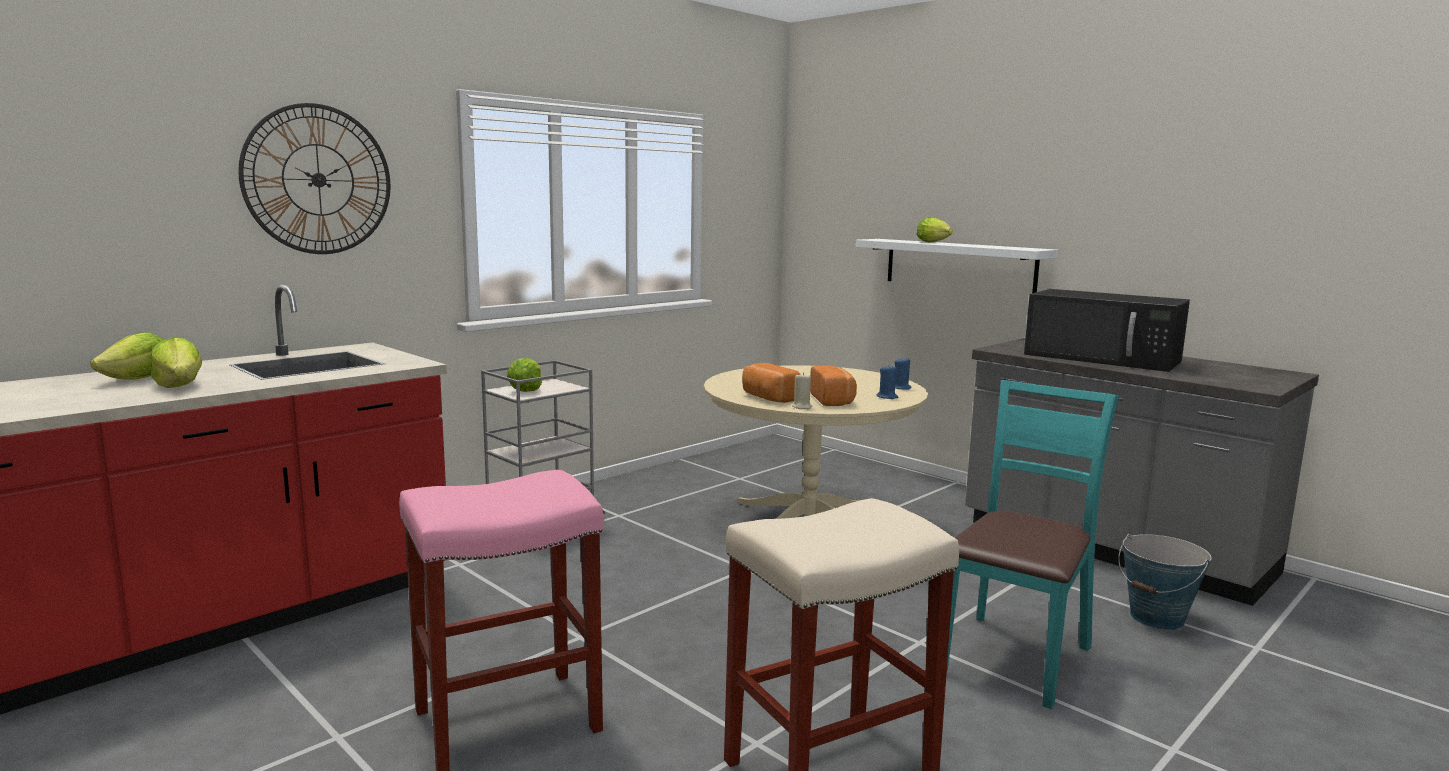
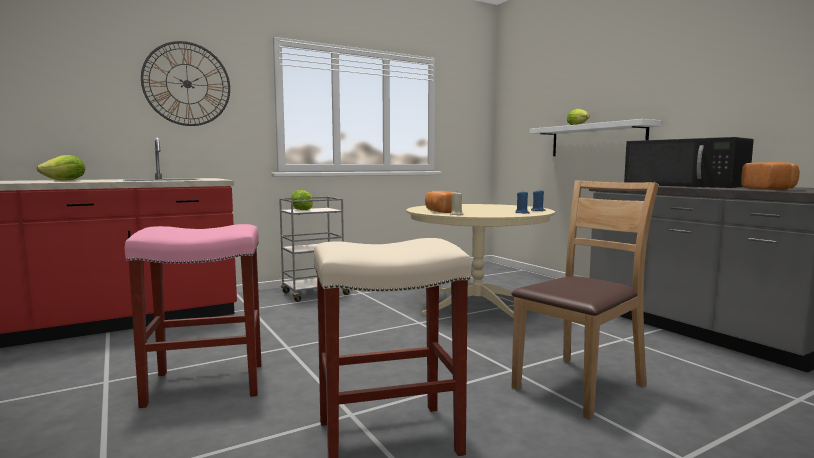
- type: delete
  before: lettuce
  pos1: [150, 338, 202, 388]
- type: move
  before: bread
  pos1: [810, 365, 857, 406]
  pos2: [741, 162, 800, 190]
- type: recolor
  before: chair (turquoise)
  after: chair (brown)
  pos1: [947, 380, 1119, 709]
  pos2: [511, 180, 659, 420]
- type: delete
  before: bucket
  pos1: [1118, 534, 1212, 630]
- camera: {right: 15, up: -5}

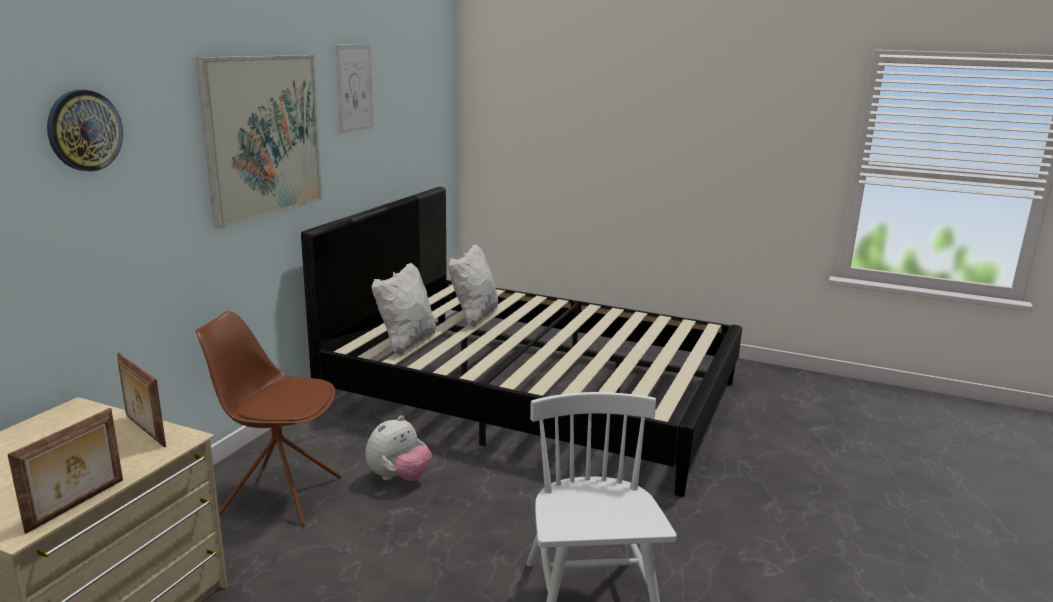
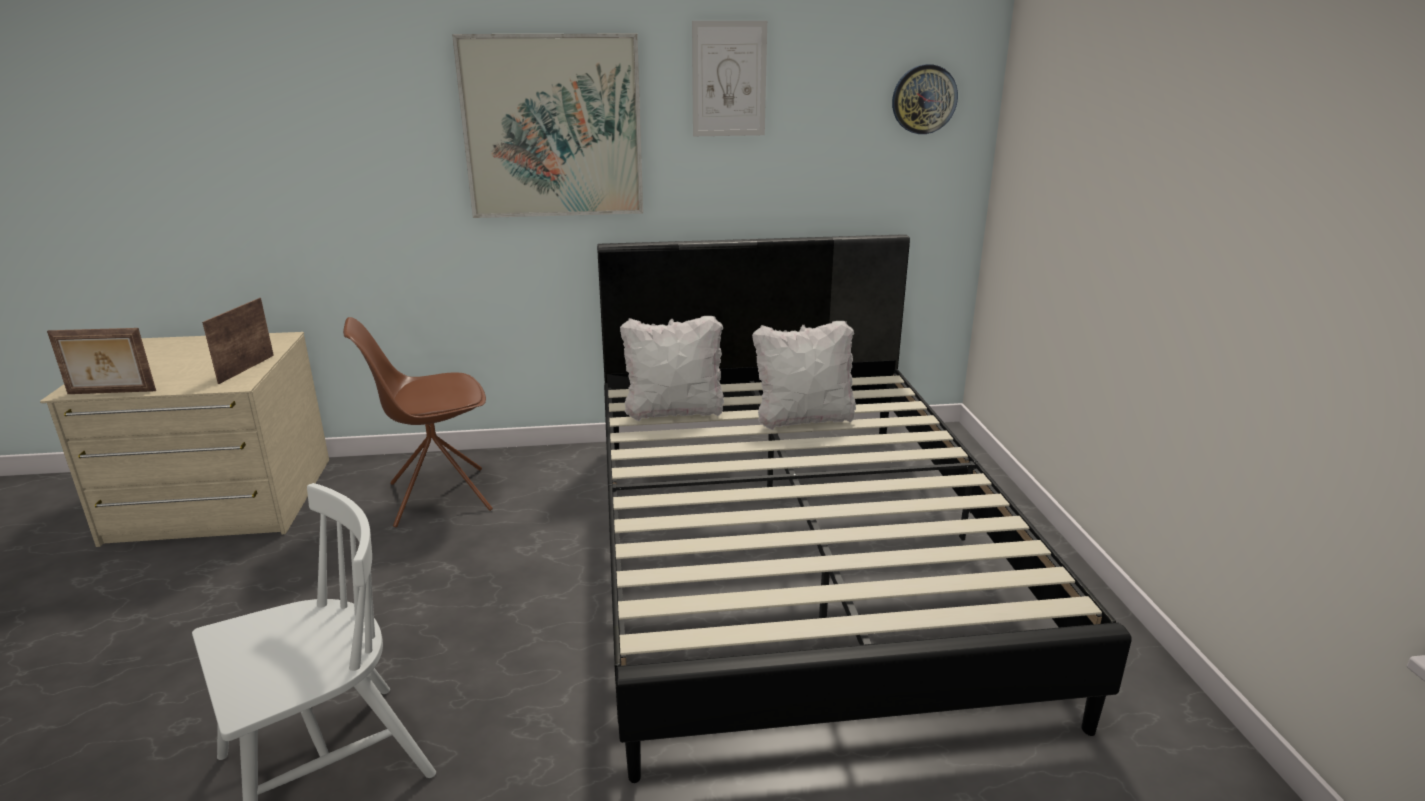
- type: move
  before: wall clock
  pos1: [47, 90, 123, 172]
  pos2: [892, 64, 958, 134]
- type: rotate
  before: chair (brown)
  pos1: [196, 311, 342, 526]
  pos2: [343, 317, 493, 528]
  turn: -90
- type: delete
  before: plush toy
  pos1: [365, 415, 432, 481]
- camera: {right: 60, up: 5}

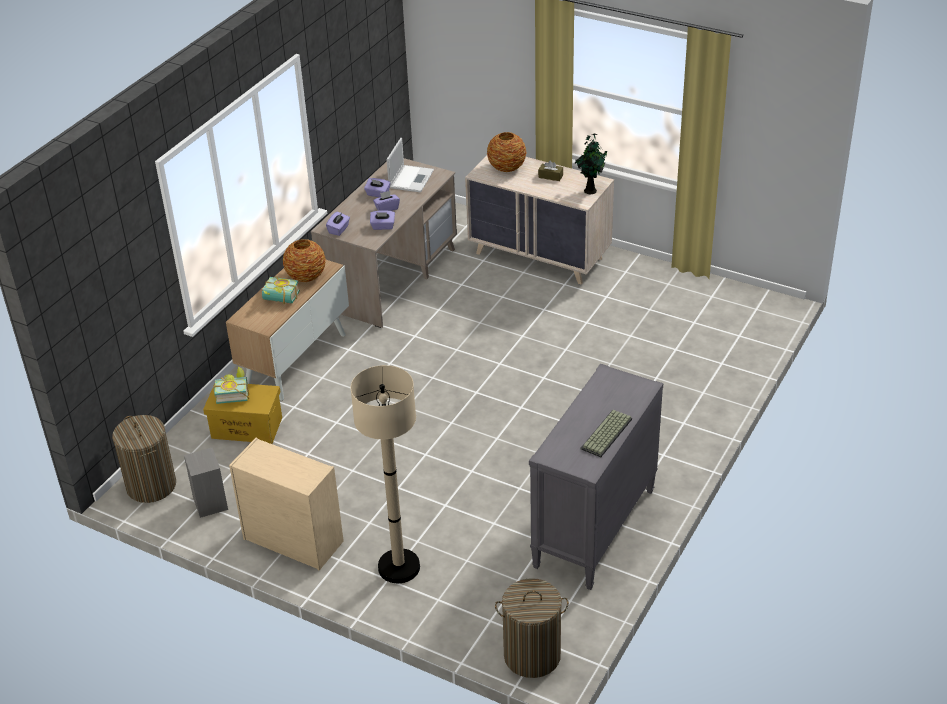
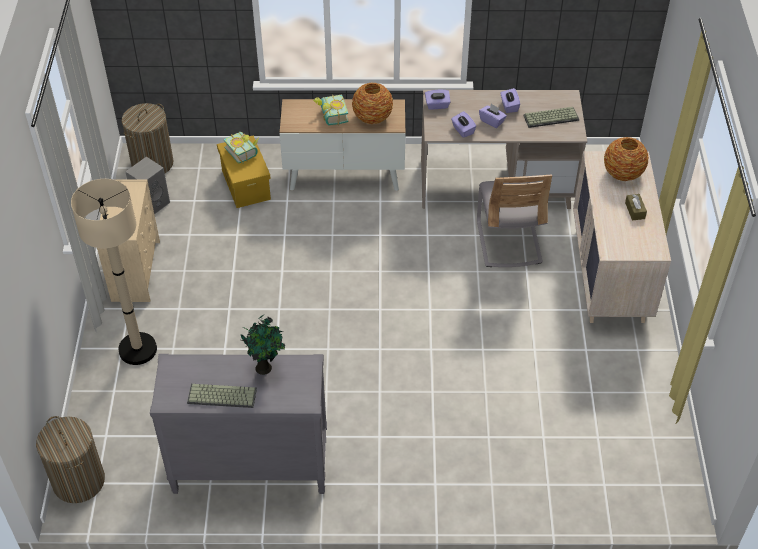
- type: move
  before: potted plant
  pos1: [575, 134, 608, 194]
  pos2: [241, 314, 285, 375]
- type: replace
  before: laptop
  after: keyboard
  pos1: [386, 138, 434, 193]
  pos2: [523, 107, 579, 128]
- type: insert
  after: chair (grey)
  pos2: [477, 174, 552, 267]
- camera: {right: 60, up: 10}

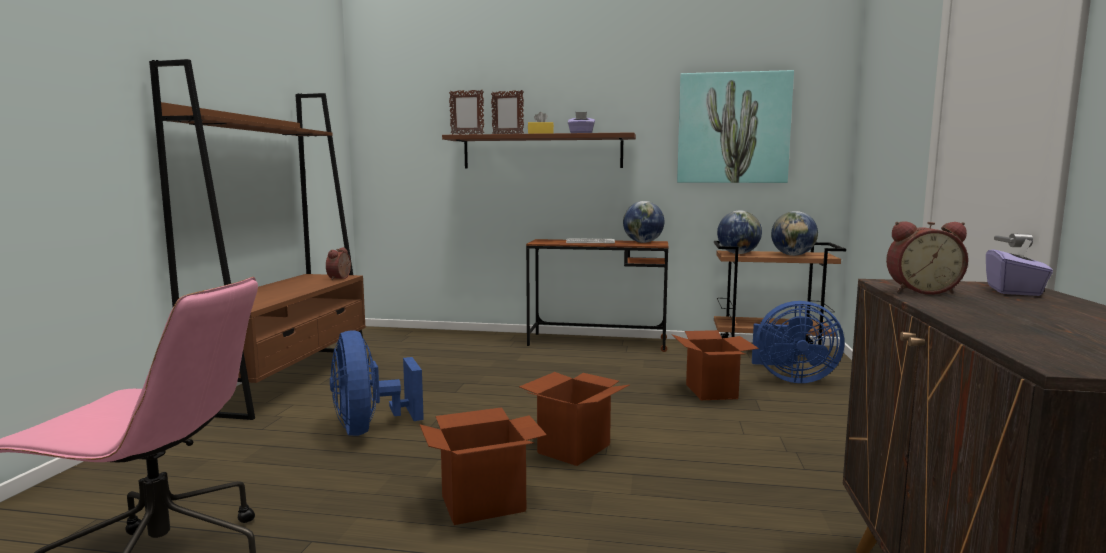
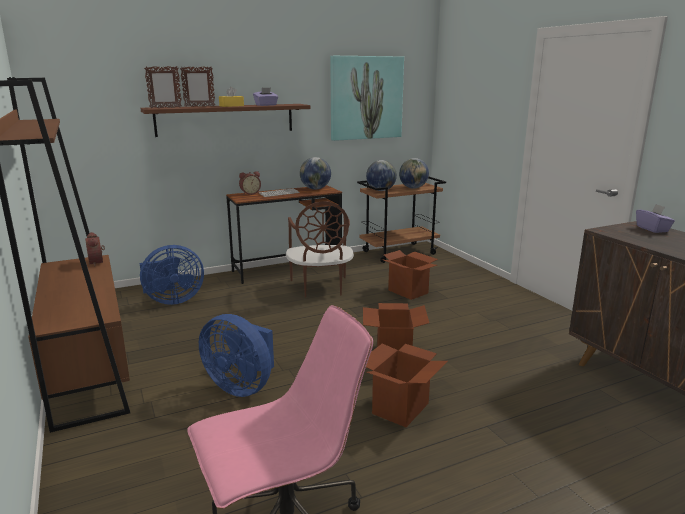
- type: move
  before: alarm clock
  pos1: [886, 221, 968, 295]
  pos2: [239, 171, 261, 195]
- type: move
  before: fan (blue)
  pos1: [752, 301, 845, 383]
  pos2: [140, 245, 204, 305]
- type: insert
  after: chair (brown)
  pos2: [286, 201, 354, 298]
- camera: {right: -35, up: 10}

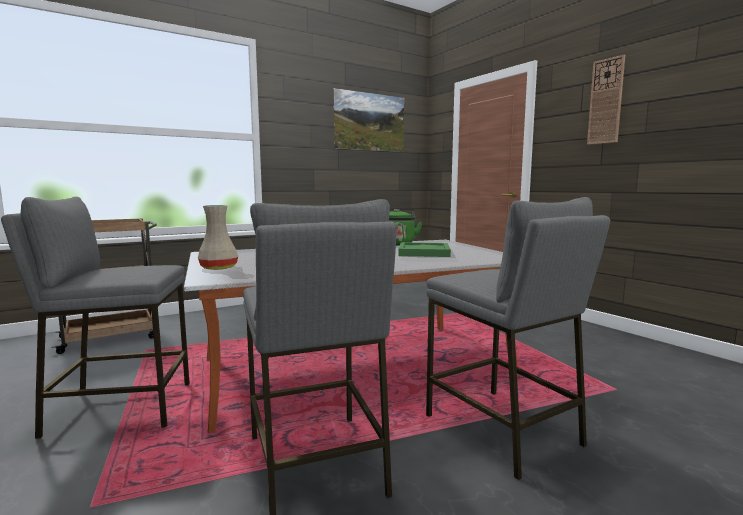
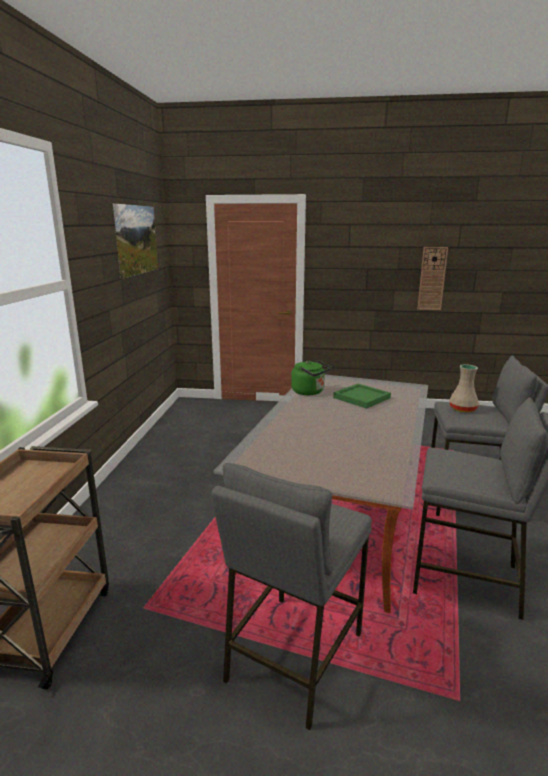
- type: move
  before: wall clock
  pos1: [587, 55, 625, 145]
  pos2: [418, 247, 448, 310]
- type: move
  before: vase (beige)
  pos1: [198, 205, 238, 270]
  pos2: [449, 364, 479, 413]
- camera: {right: -50, up: 10}

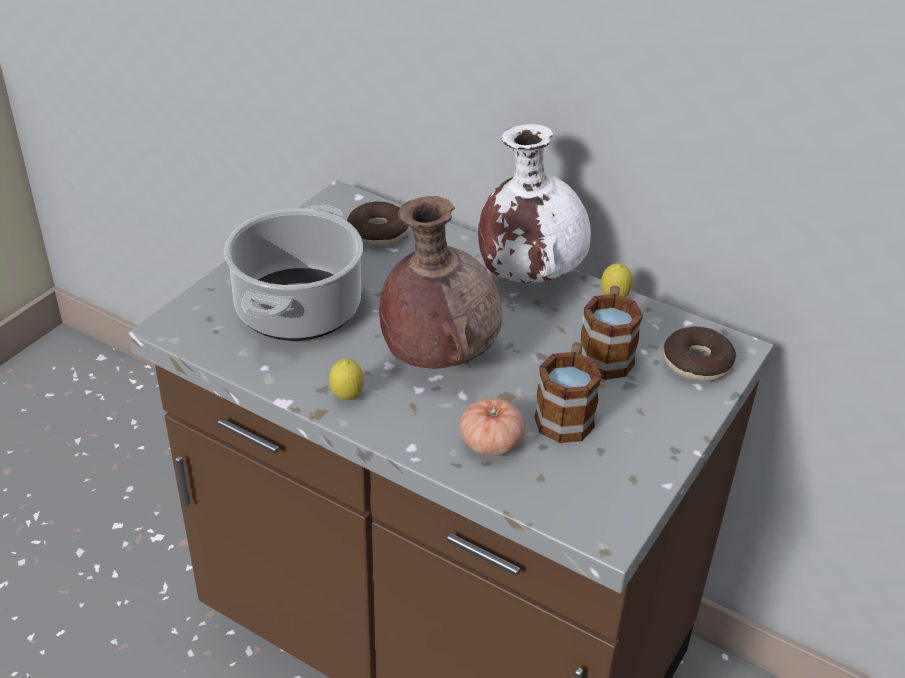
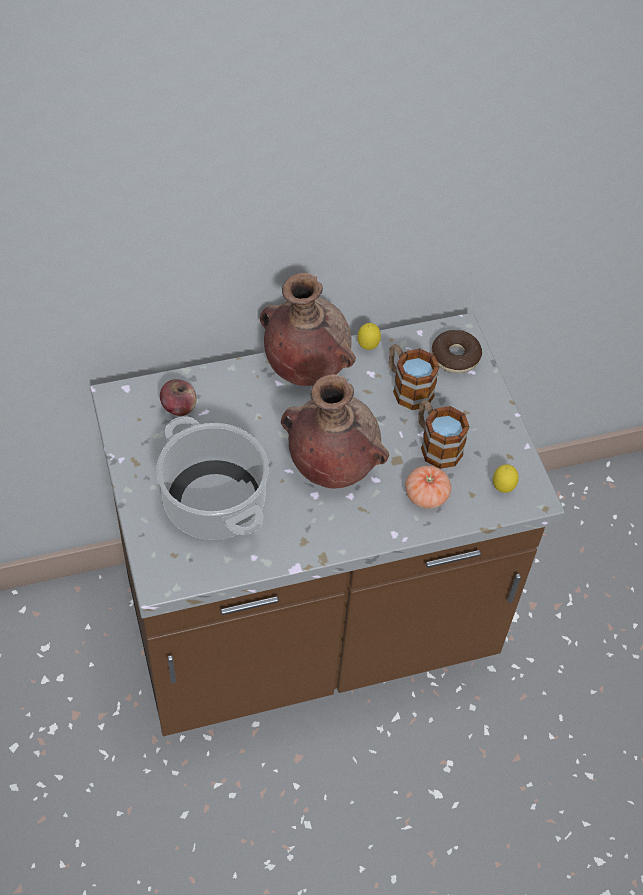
- type: recolor
  before: vase (white)
  after: vase (brown)
  pos1: [478, 124, 591, 283]
  pos2: [260, 273, 356, 386]
- type: replace
  before: donut
  after: apple
  pos1: [347, 201, 409, 246]
  pos2: [160, 379, 197, 416]
- type: move
  before: lemon
  pos1: [329, 359, 364, 400]
  pos2: [493, 464, 519, 493]
- camera: {right: -50, up: 15}

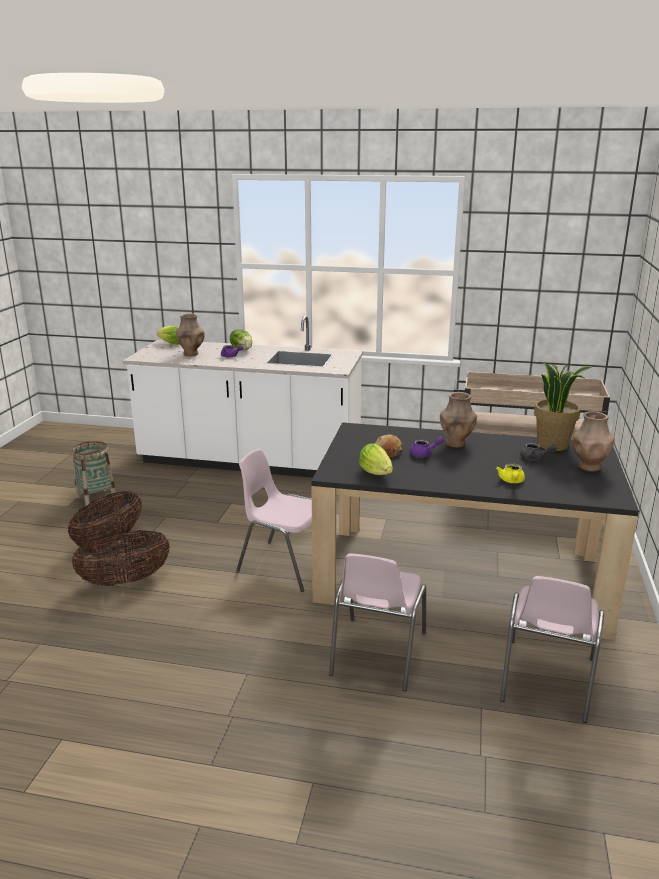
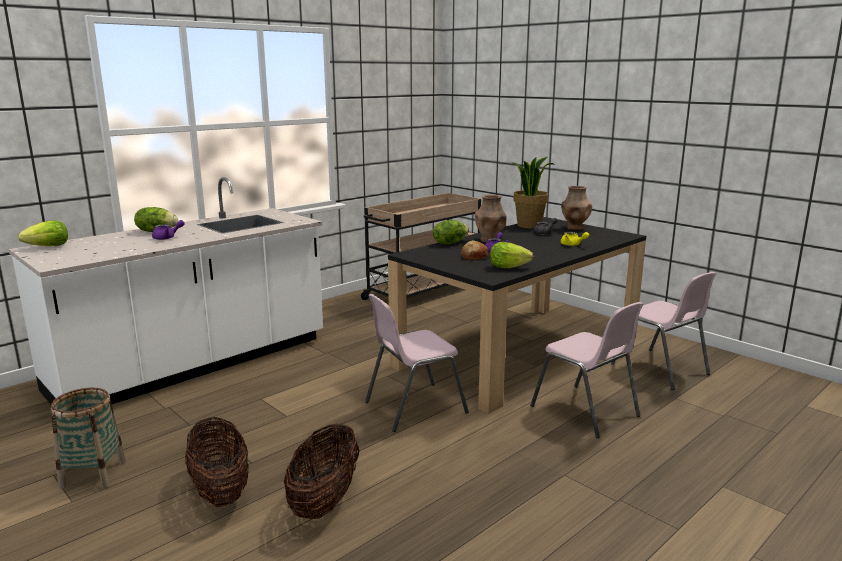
- type: delete
  before: vase (brown)
  pos1: [176, 313, 205, 356]
- type: insert
  after: lettuce
  pos2: [433, 220, 469, 244]
- camera: {right: -55, up: -5}

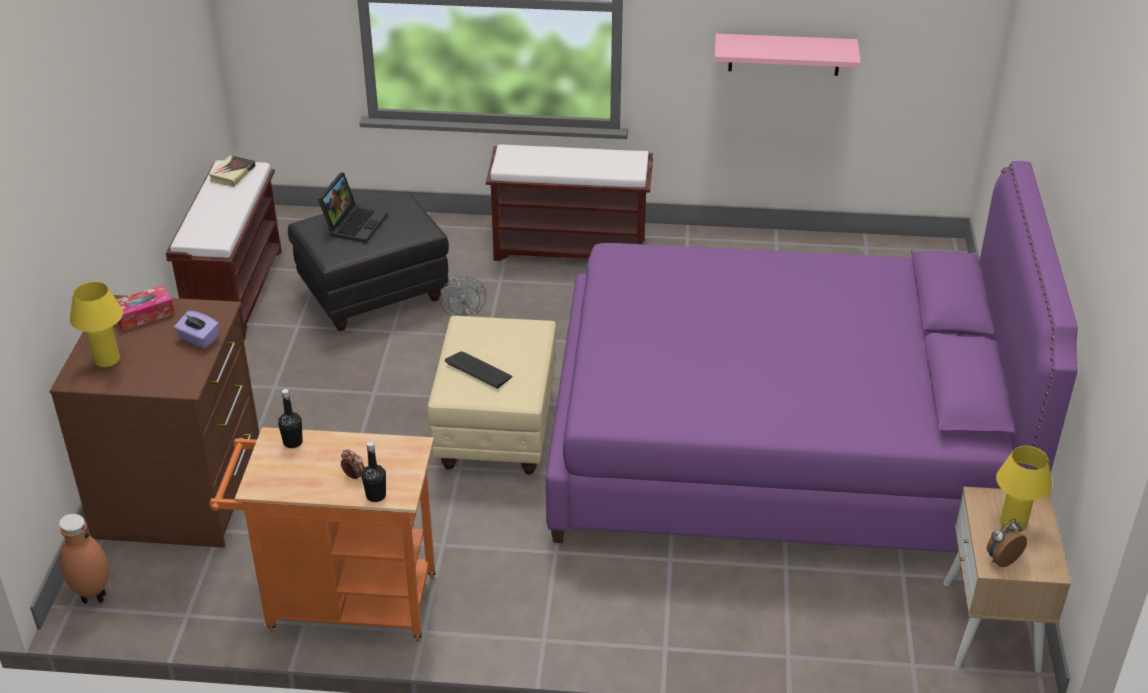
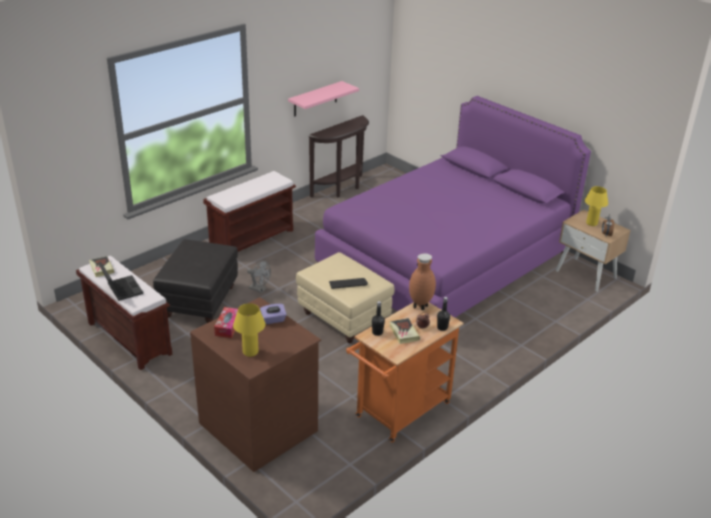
- type: move
  before: laptop
  pos1: [318, 172, 388, 243]
  pos2: [98, 262, 143, 301]
- type: move
  before: vase (brown)
  pos1: [59, 514, 109, 604]
  pos2: [409, 253, 436, 310]
- type: insert
  after: console table (brown)
  pos2: [308, 115, 369, 198]
- type: insert
  after: book
  pos2: [389, 318, 420, 344]
- camera: {right: -50, up: -5}

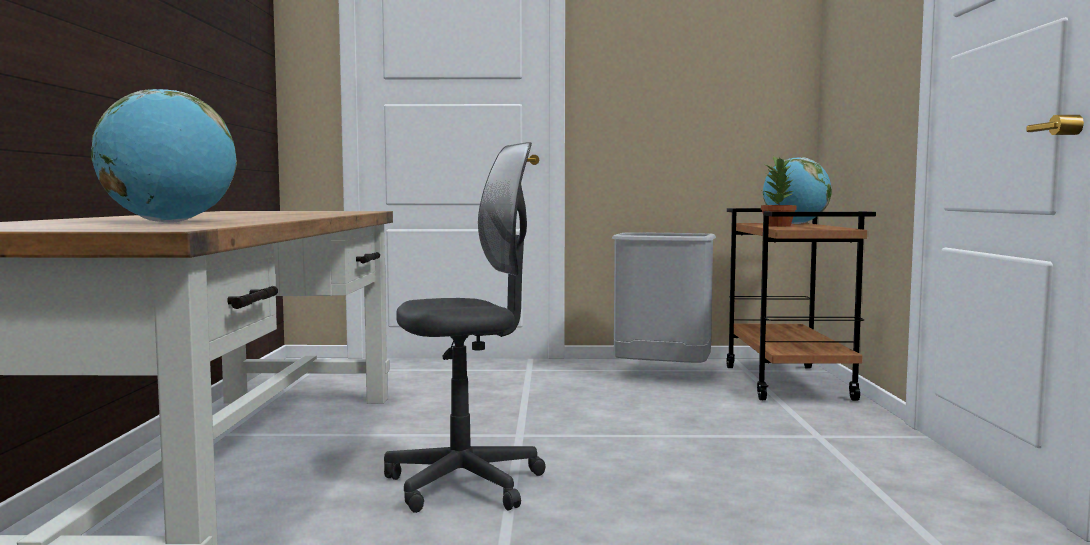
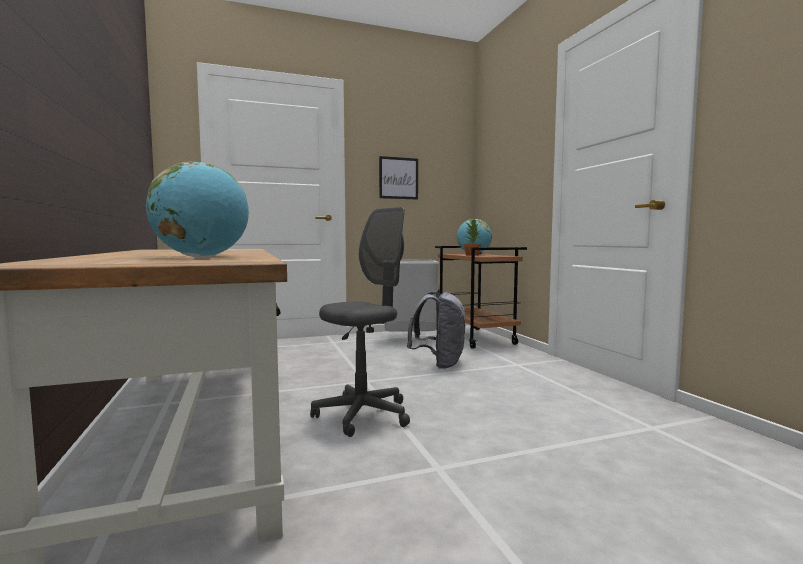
- type: insert
  after: picture
  pos2: [379, 156, 418, 200]
- type: insert
  after: backpack (grey)
  pos2: [407, 289, 466, 369]
- camera: {right: -20, up: 0}

